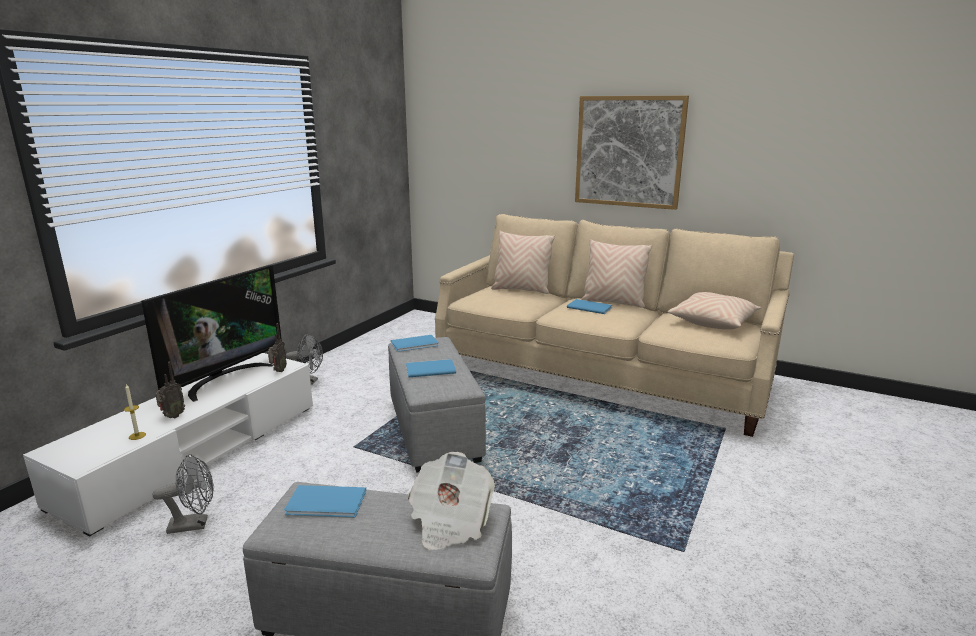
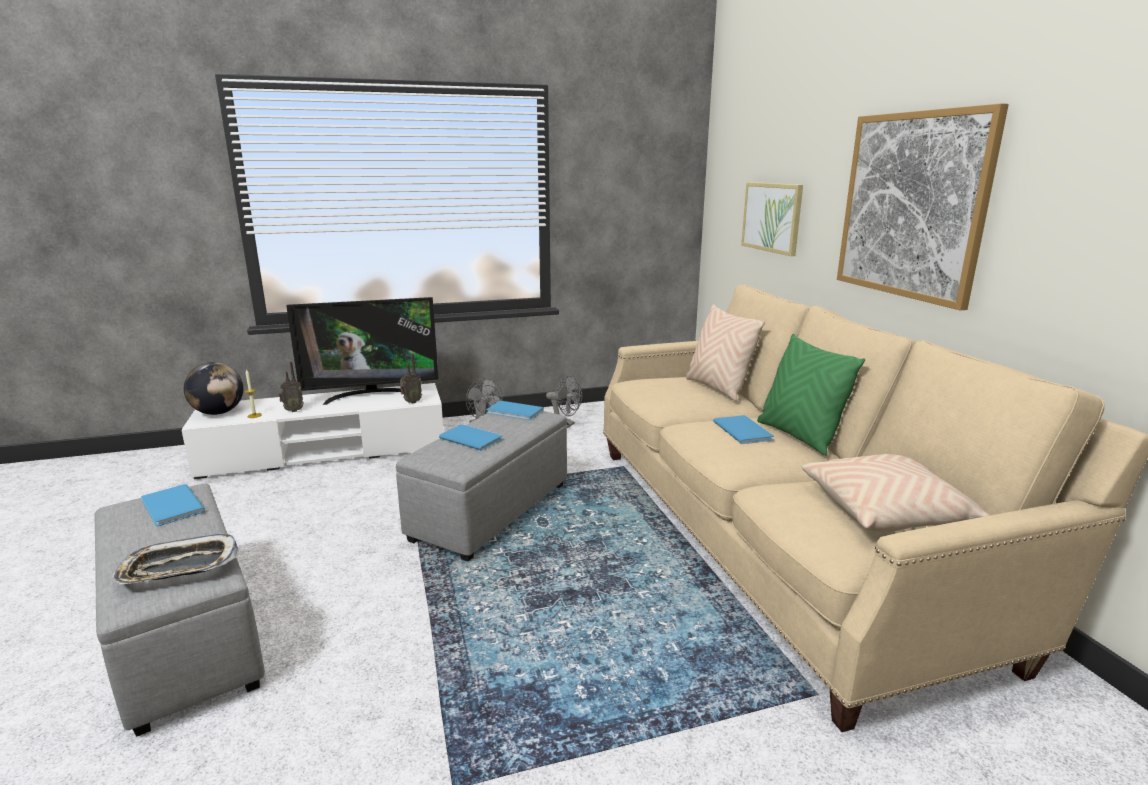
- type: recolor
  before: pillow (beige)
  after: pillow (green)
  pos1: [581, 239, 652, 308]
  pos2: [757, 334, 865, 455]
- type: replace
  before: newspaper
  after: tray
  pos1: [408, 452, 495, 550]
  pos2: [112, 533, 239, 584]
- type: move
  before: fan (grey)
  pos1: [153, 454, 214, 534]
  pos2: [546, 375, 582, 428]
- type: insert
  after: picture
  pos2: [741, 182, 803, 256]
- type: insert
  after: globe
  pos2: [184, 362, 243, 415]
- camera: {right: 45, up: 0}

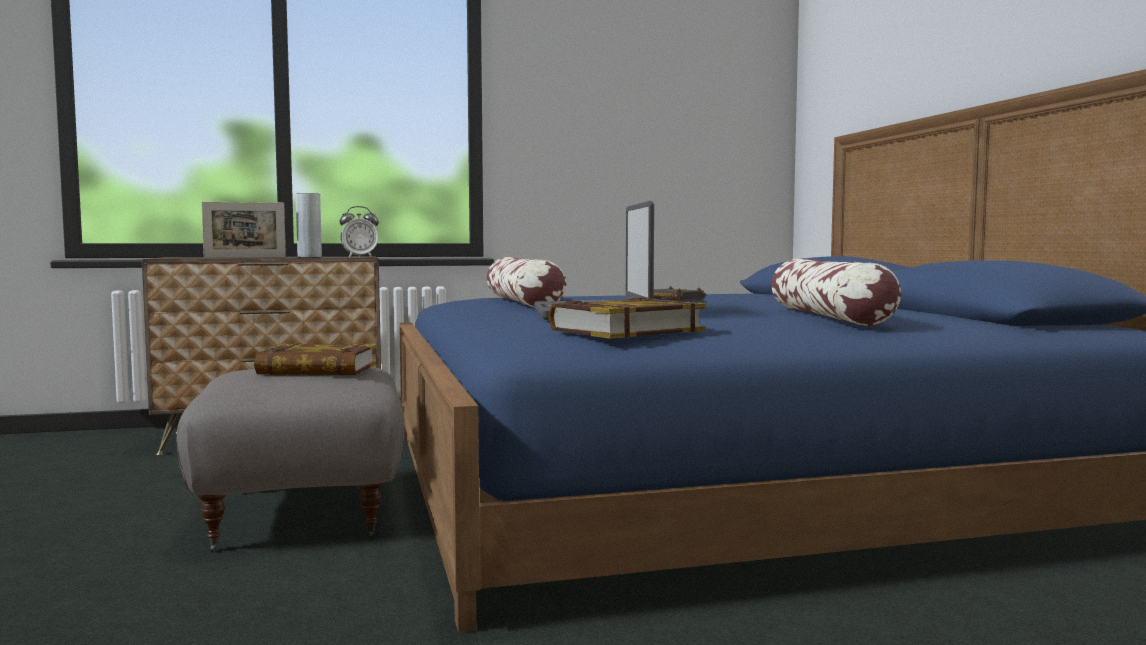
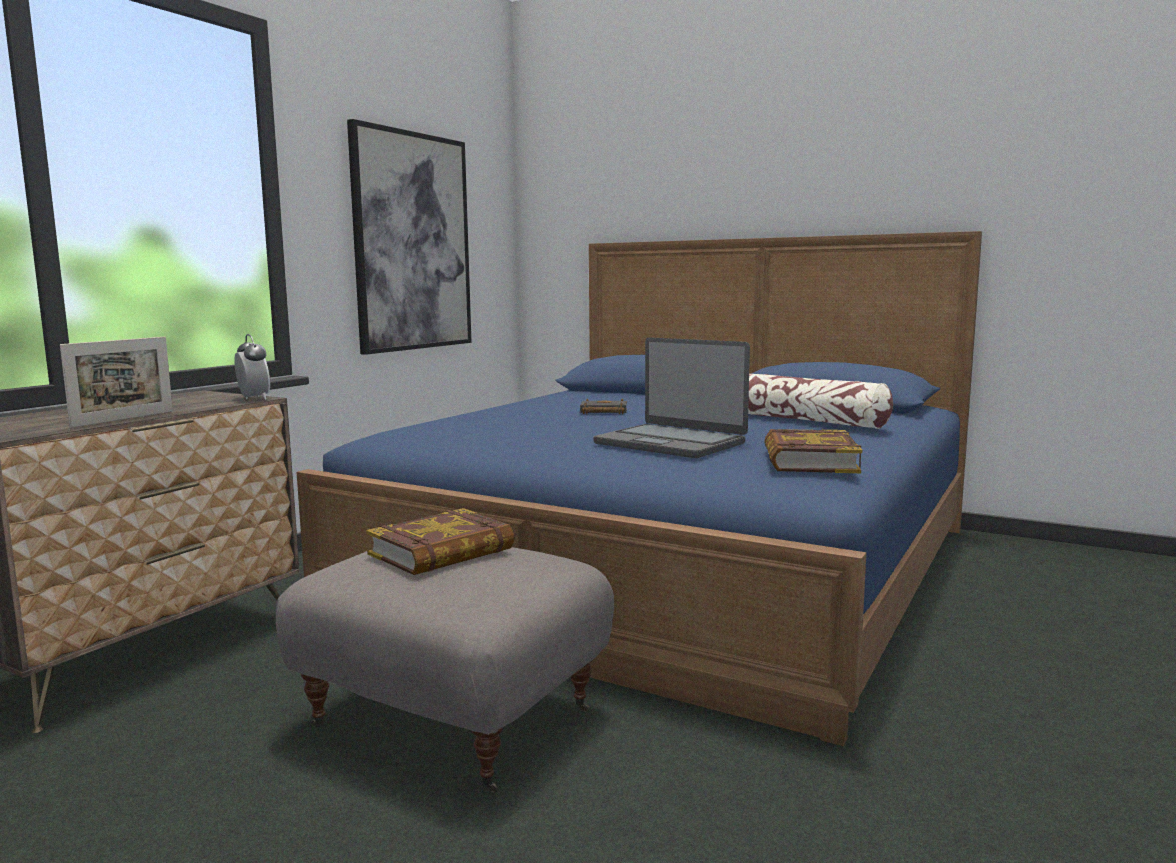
- type: delete
  before: vase (grey)
  pos1: [296, 193, 322, 258]
- type: rotate
  before: alarm clock
  pos1: [340, 206, 379, 257]
  pos2: [234, 334, 270, 400]
  turn: -60
- type: delete
  before: pillow
  pos1: [487, 257, 566, 308]
- type: insert
  after: picture
  pos2: [347, 119, 472, 355]
- camera: {right: -45, up: 5}

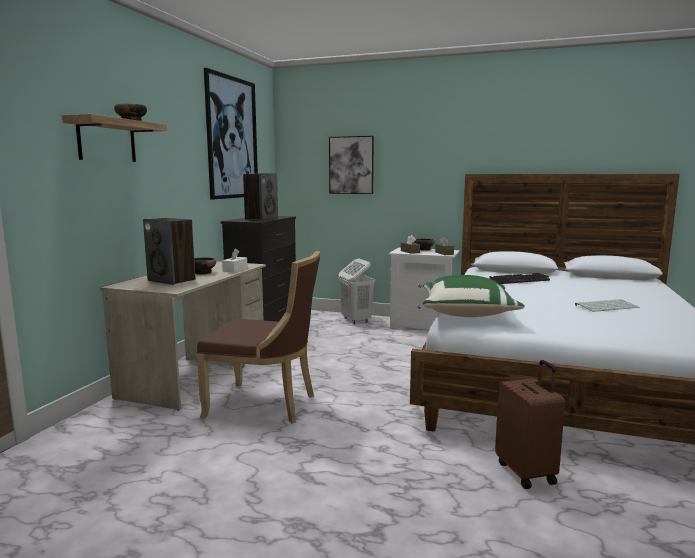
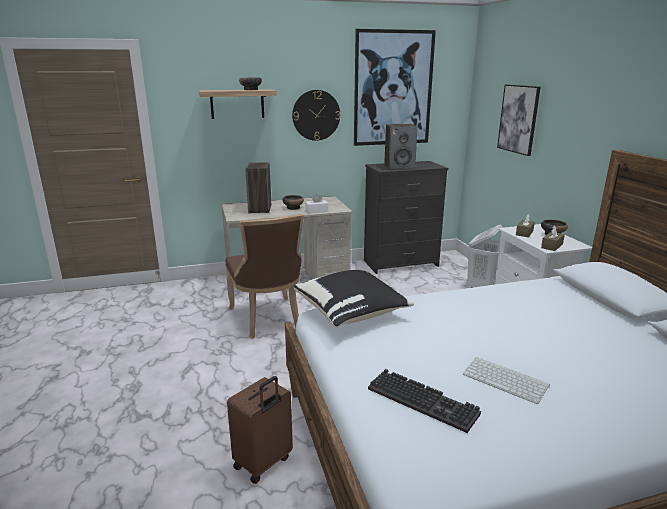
- type: move
  before: keyboard
  pos1: [489, 273, 550, 284]
  pos2: [368, 369, 481, 433]
- type: recolor
  before: pillow (green)
  after: pillow (black)
  pos1: [423, 275, 525, 317]
  pos2: [293, 270, 414, 328]
- type: insert
  after: wall clock
  pos2: [292, 90, 340, 141]
- camera: {right: 55, up: 10}

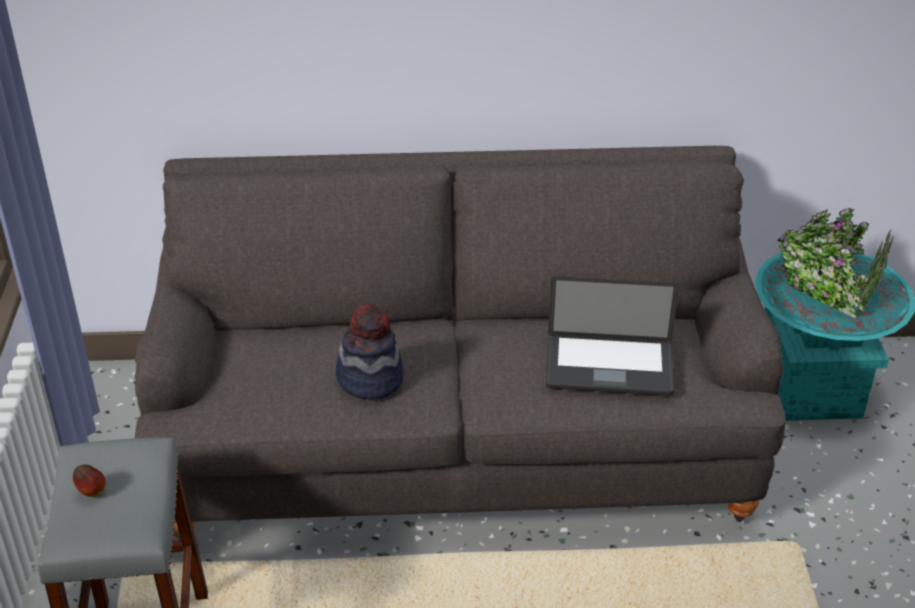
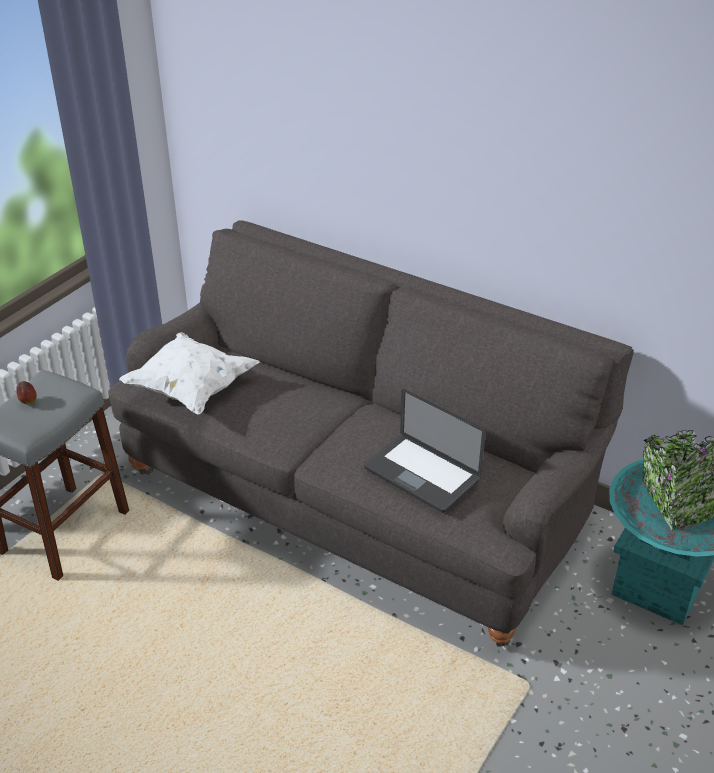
- type: delete
  before: hat
  pos1: [336, 304, 404, 400]
- type: insert
  after: pillow (white)
  pos2: [119, 332, 260, 415]
- camera: {right: 35, up: 0}

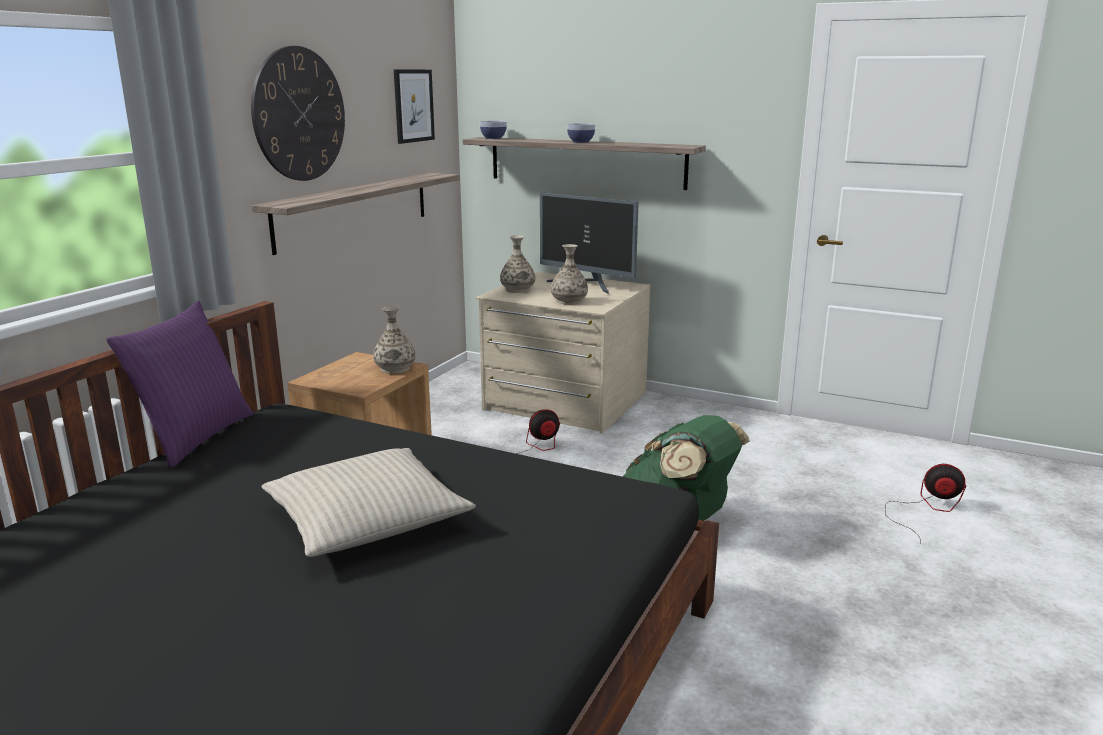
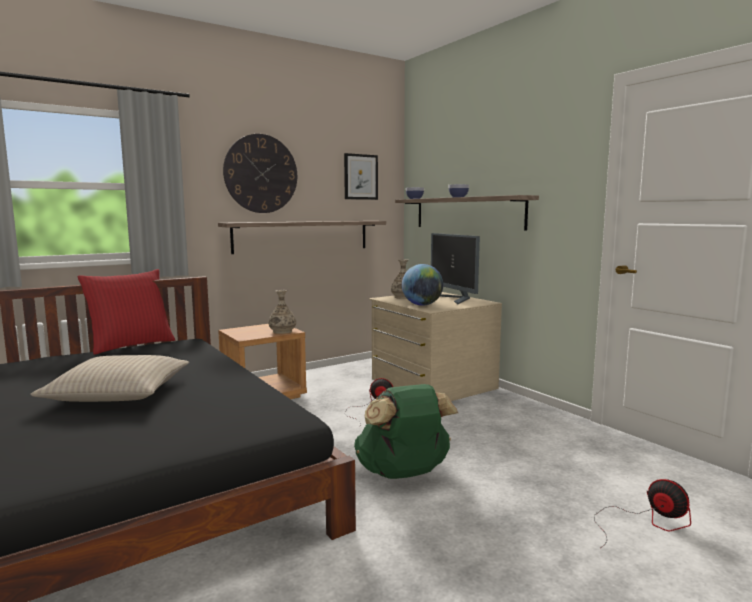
- type: replace
  before: vase
  after: globe
  pos1: [551, 244, 588, 305]
  pos2: [402, 264, 443, 306]
- type: recolor
  before: pillow (purple)
  after: pillow (red)
  pos1: [106, 301, 253, 468]
  pos2: [78, 269, 175, 355]
- camera: {right: 30, up: -10}

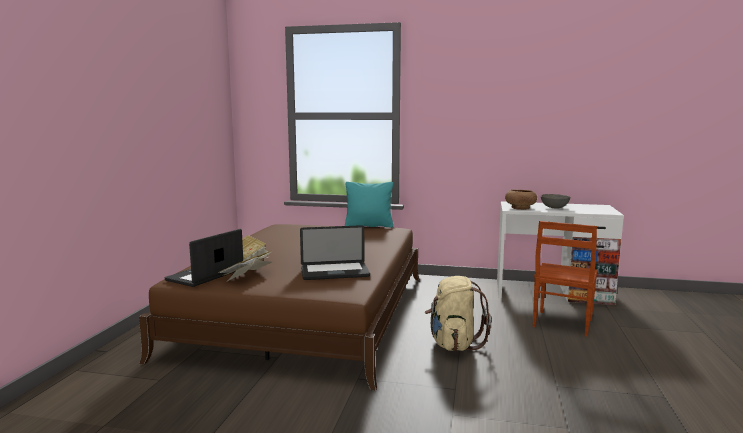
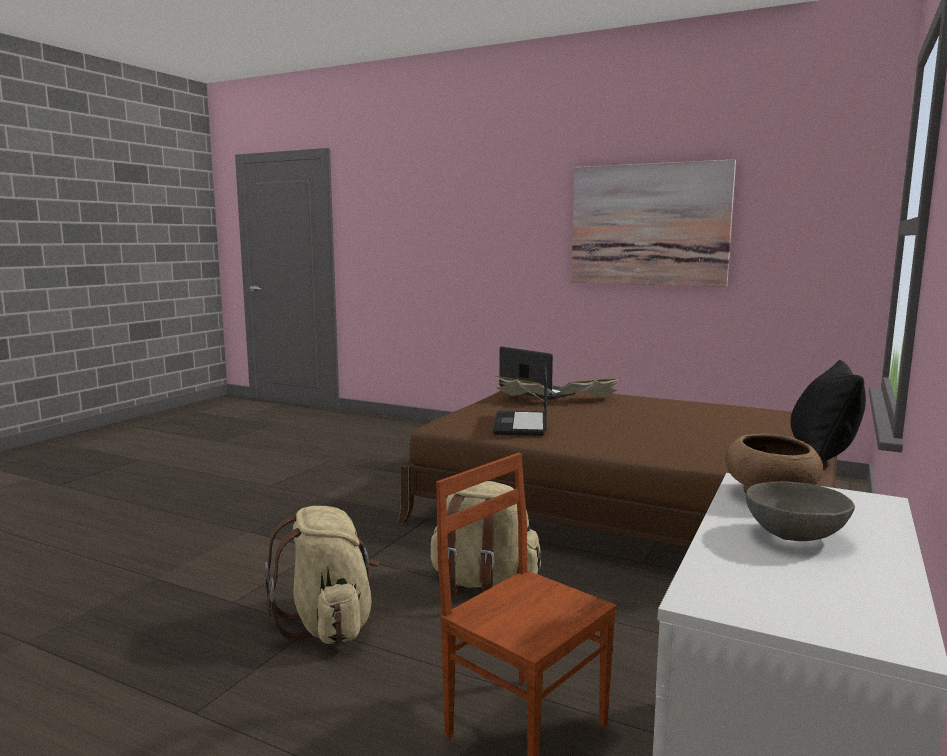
- type: recolor
  before: pillow (turquoise)
  after: pillow (black)
  pos1: [345, 182, 393, 228]
  pos2: [790, 360, 866, 463]
- type: insert
  after: picture
  pos2: [571, 159, 736, 287]
- type: insert
  after: backpack (beige)
  pos2: [265, 506, 379, 644]
- camera: {right: 105, up: 0}

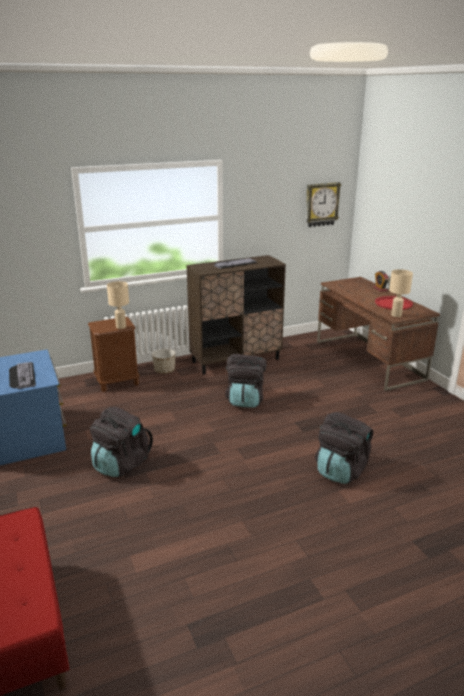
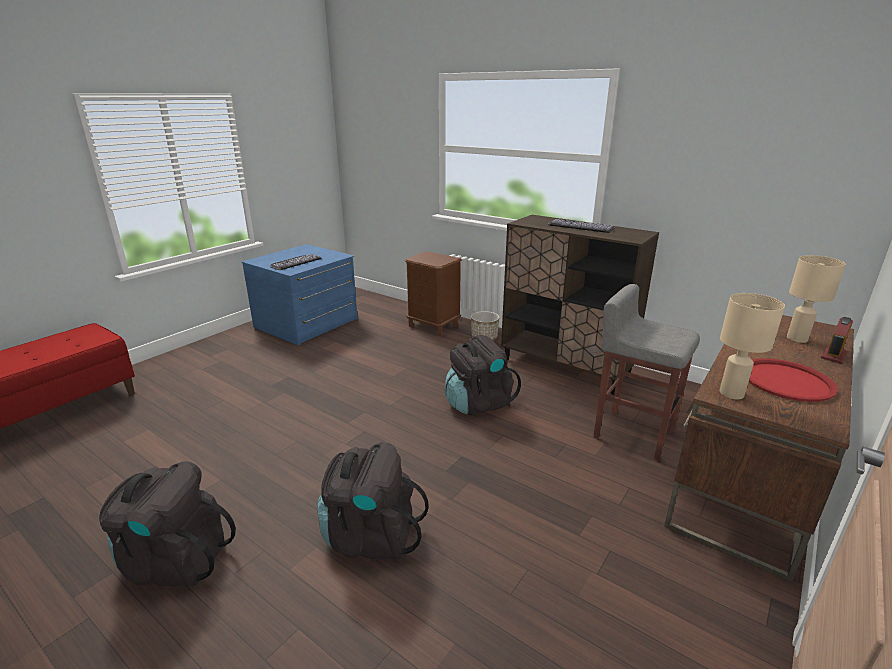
- type: delete
  before: wall clock
  pos1: [305, 182, 341, 227]
- type: move
  before: table lamp (beige)
  pos1: [107, 281, 129, 329]
  pos2: [787, 255, 846, 343]
- type: move
  before: backpack (black)
  pos1: [90, 407, 153, 477]
  pos2: [99, 461, 236, 587]
- type: insert
  after: stool (grey)
  pos2: [593, 284, 700, 461]
- camera: {right: 60, up: 0}

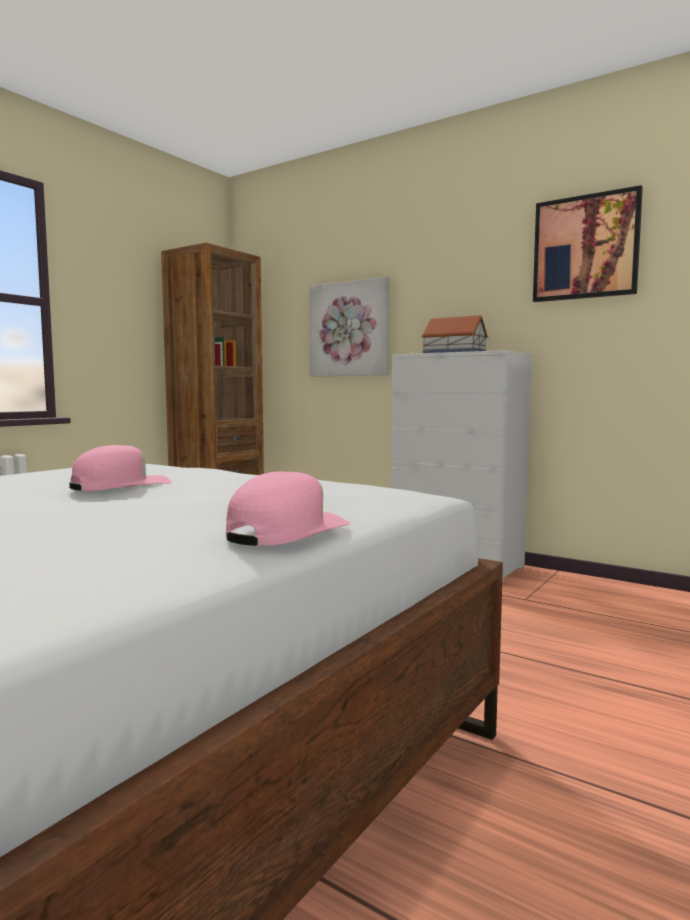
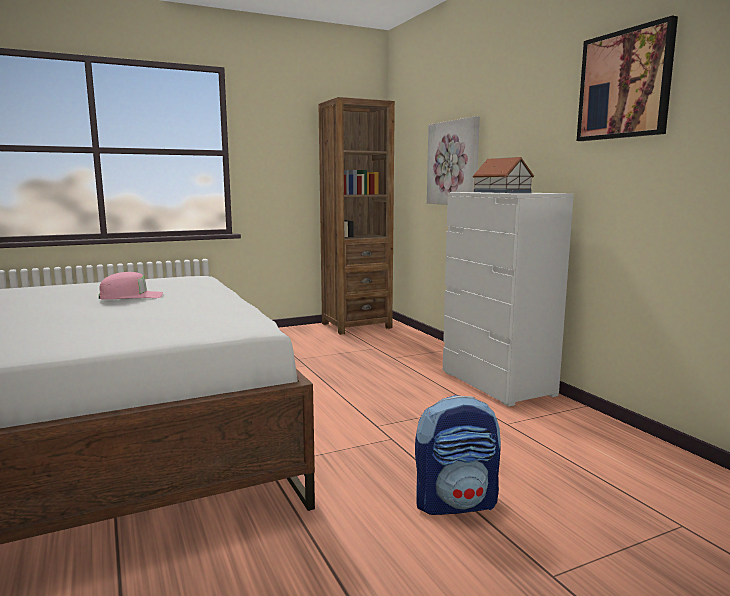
- type: delete
  before: cap (pink)
  pos1: [226, 472, 351, 546]
- type: insert
  after: backpack
  pos2: [415, 395, 501, 515]
- camera: {right: 30, up: 5}

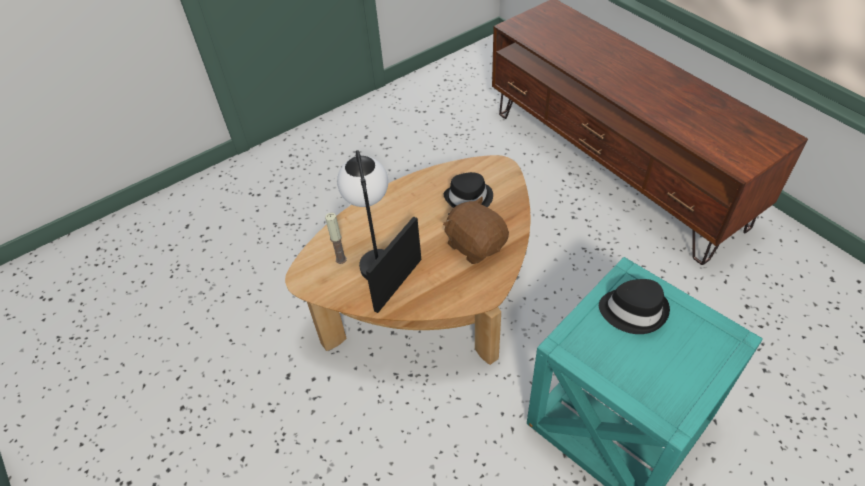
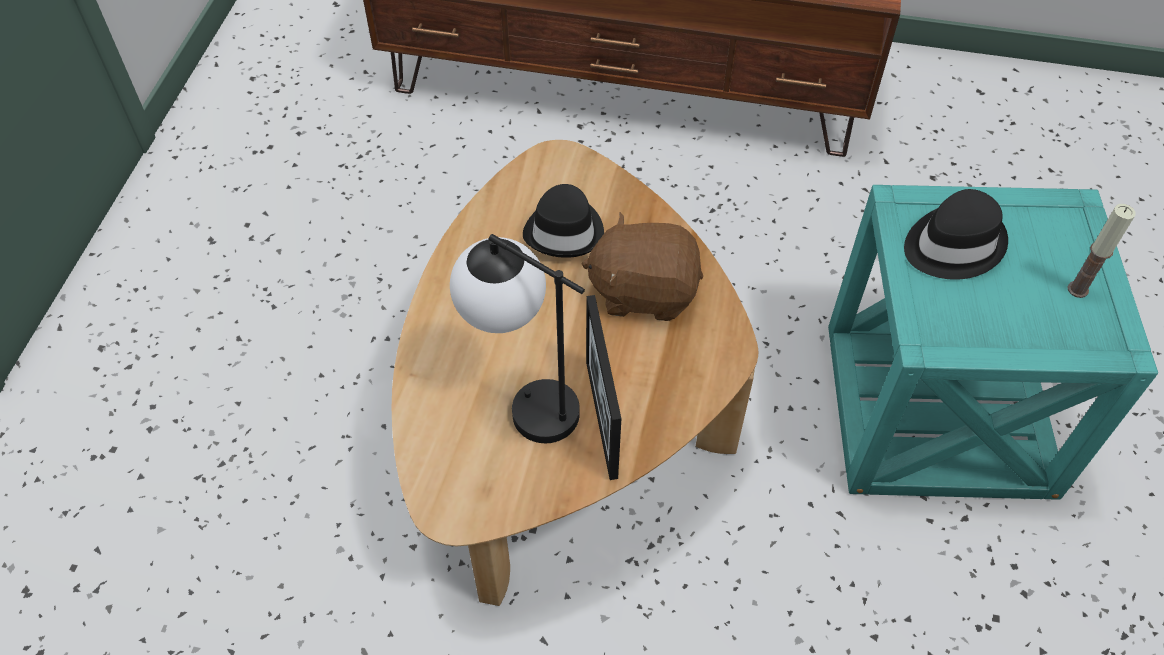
- type: move
  before: candle
  pos1: [325, 213, 347, 264]
  pos2: [1068, 204, 1136, 298]
- camera: {right: -45, up: 5}

